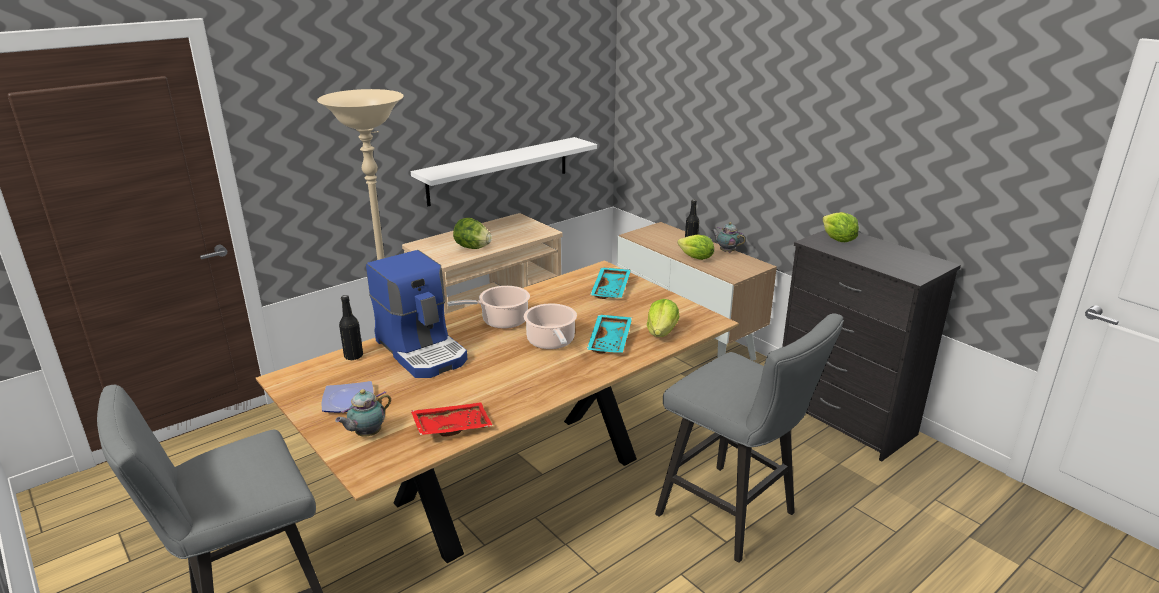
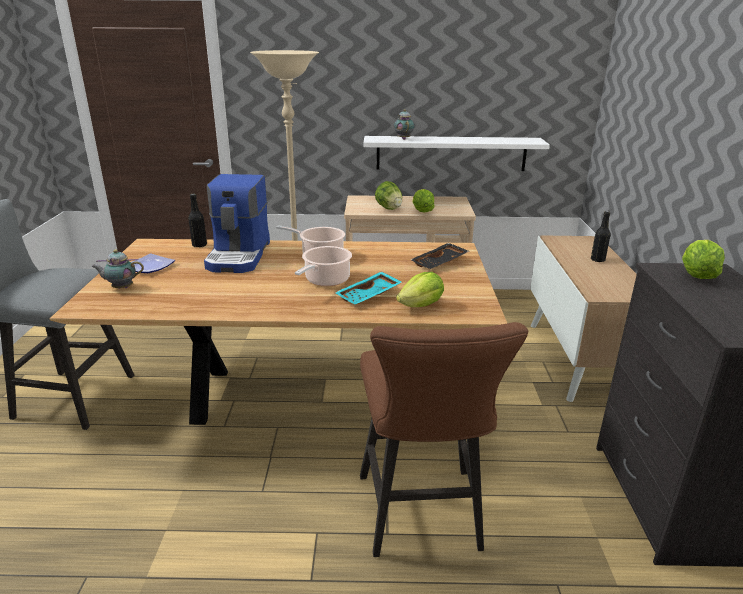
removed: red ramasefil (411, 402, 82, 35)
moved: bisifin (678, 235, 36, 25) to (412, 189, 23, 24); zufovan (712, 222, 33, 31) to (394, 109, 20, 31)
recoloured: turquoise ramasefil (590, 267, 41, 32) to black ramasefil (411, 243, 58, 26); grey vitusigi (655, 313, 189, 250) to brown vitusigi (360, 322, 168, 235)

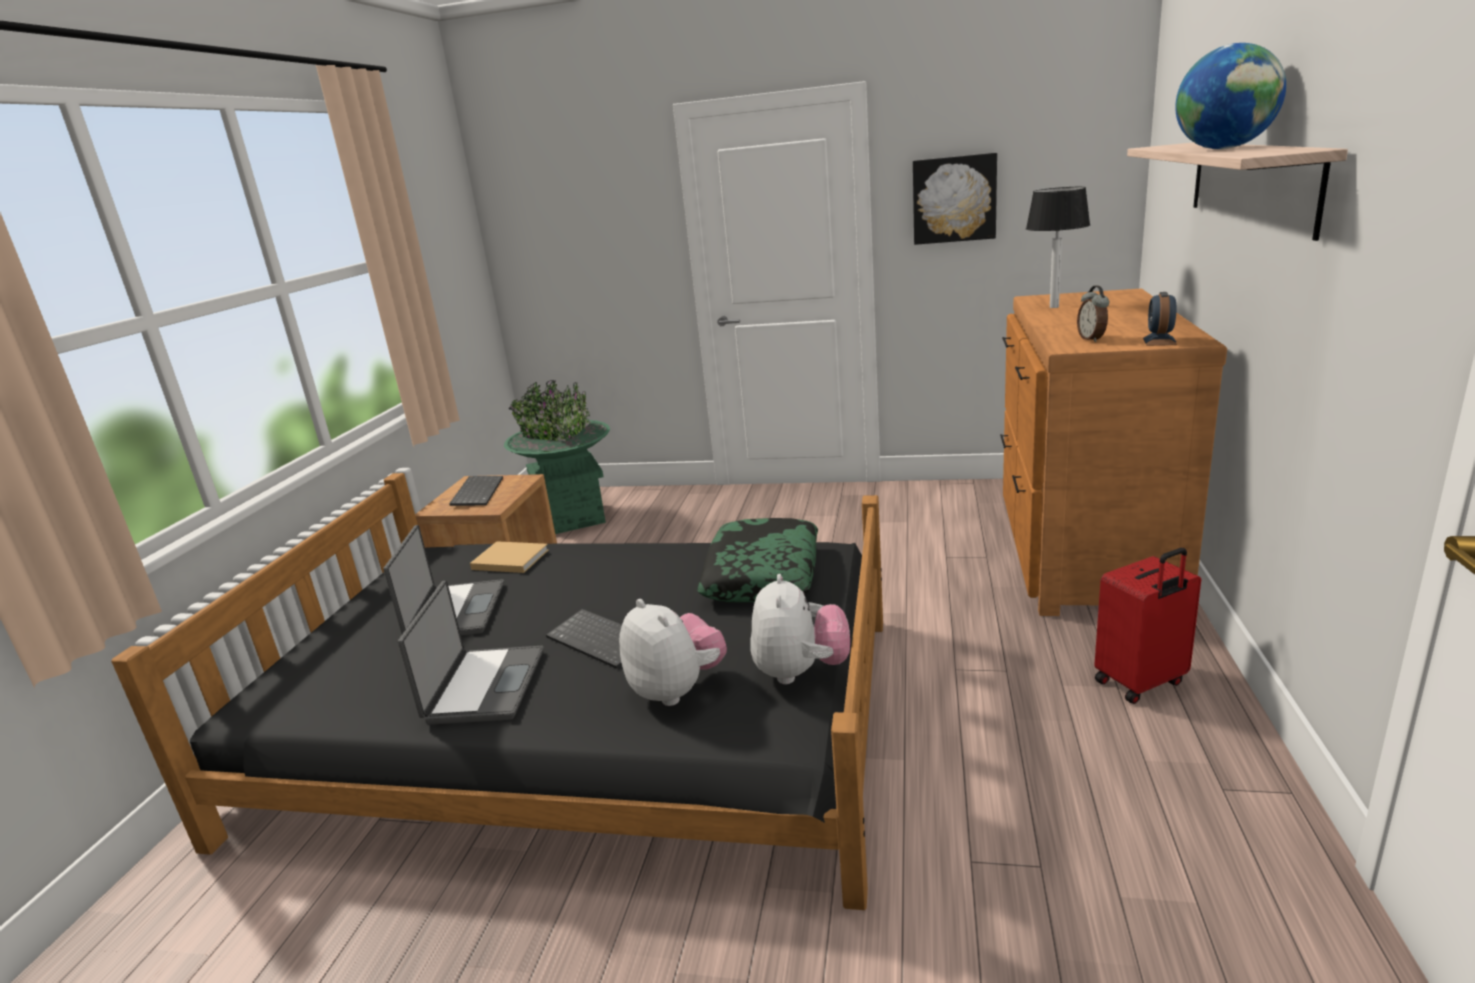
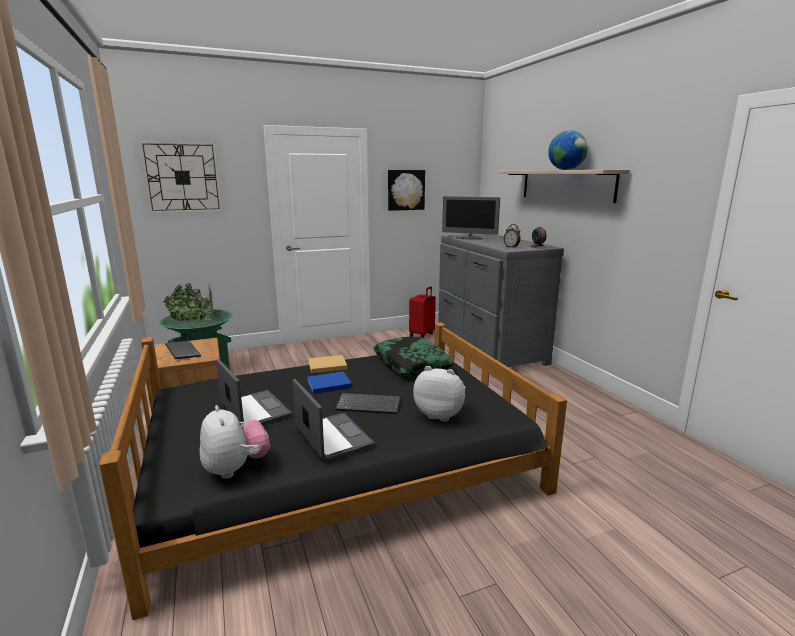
added: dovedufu (139, 141, 83, 73); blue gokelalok (307, 371, 45, 23)
moved: beige gokelalok (470, 541, 78, 32) to (308, 355, 39, 18); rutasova (751, 574, 99, 110) to (200, 405, 70, 74); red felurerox (1094, 548, 107, 156) to (409, 287, 27, 51)
replaced: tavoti (1026, 187, 64, 121) to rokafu (442, 196, 58, 44)
recoloured: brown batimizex (1000, 288, 227, 328) to grey batimizex (438, 234, 126, 133)

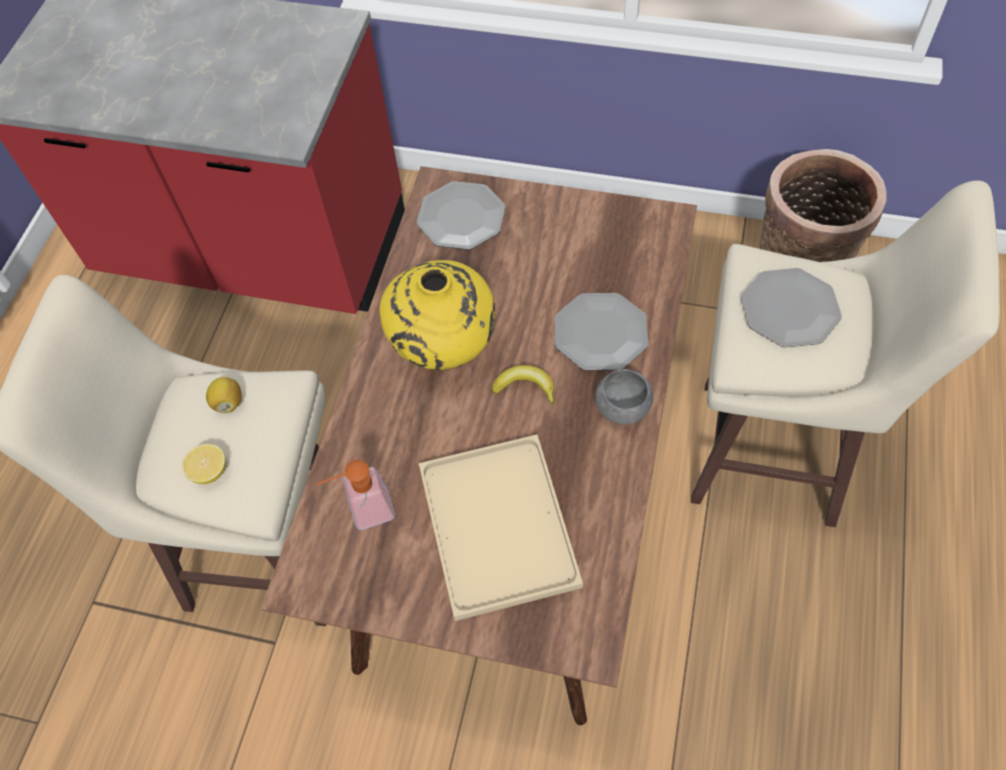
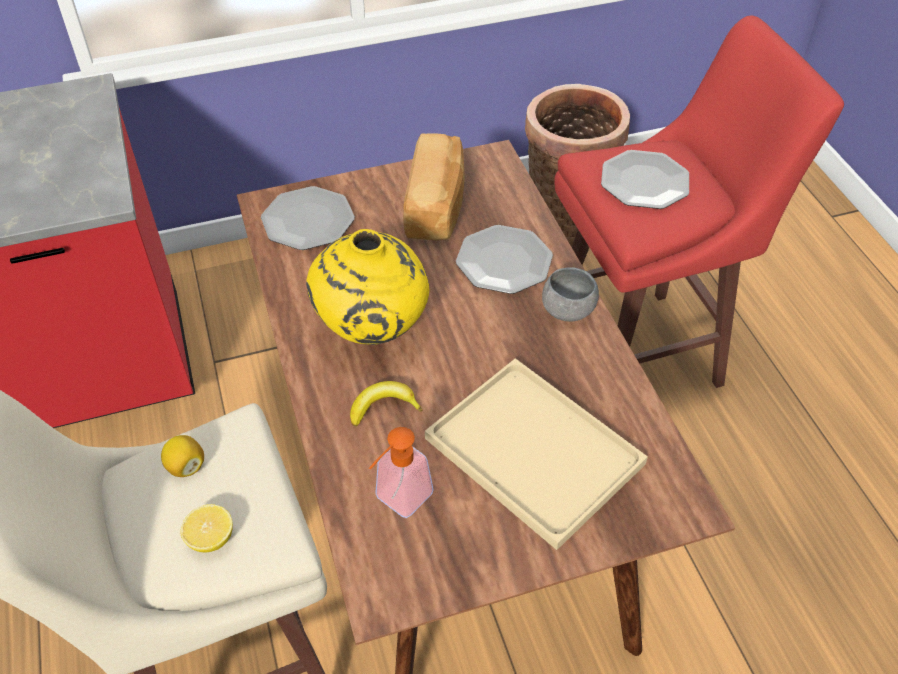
added: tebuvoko (403, 133, 61, 107)
moved: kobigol (492, 365, 62, 41) to (350, 381, 72, 45)
recoloured: beige vitusigi (691, 180, 309, 347) to red vitusigi (554, 15, 290, 373)

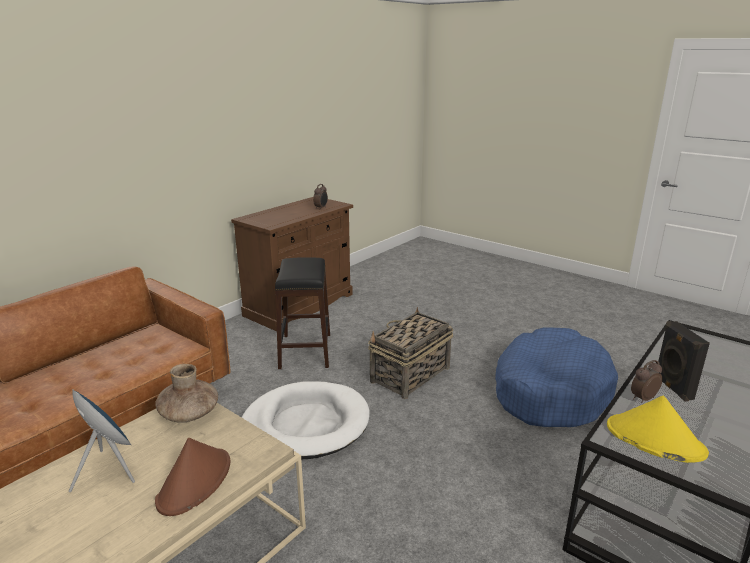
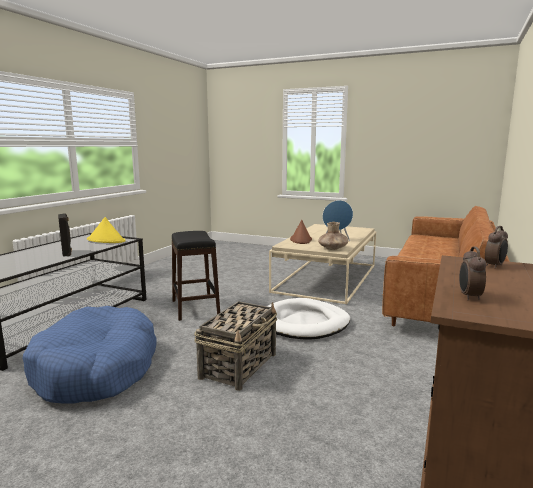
moved: black vitusigi (275, 257, 55, 112) to (172, 231, 48, 90); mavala (631, 360, 32, 43) to (485, 226, 23, 43)

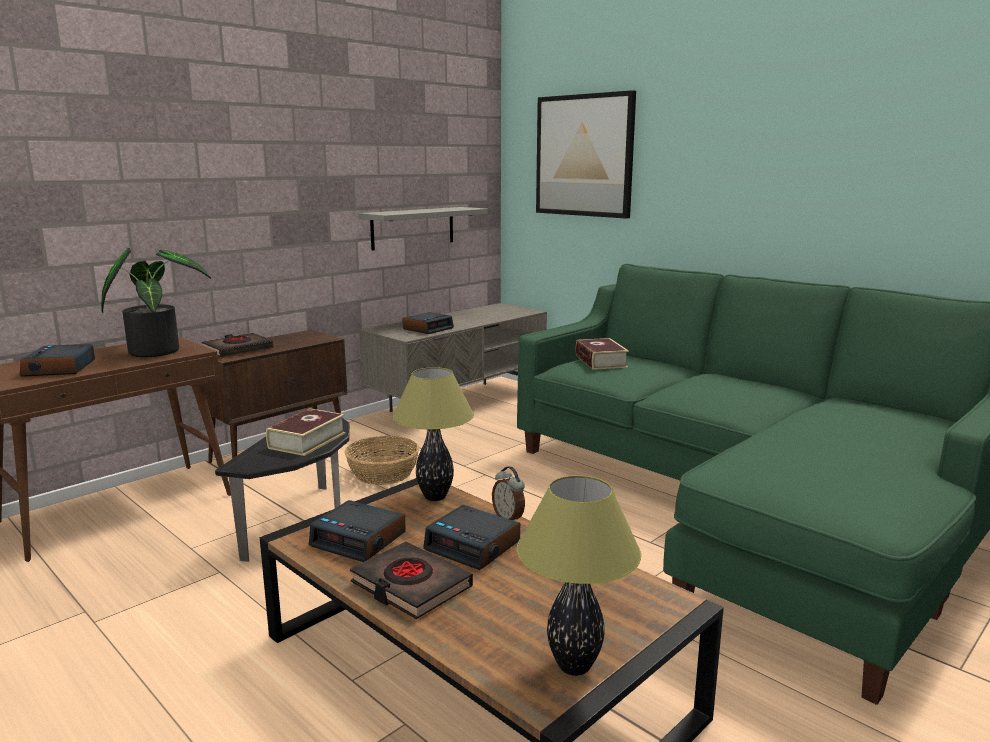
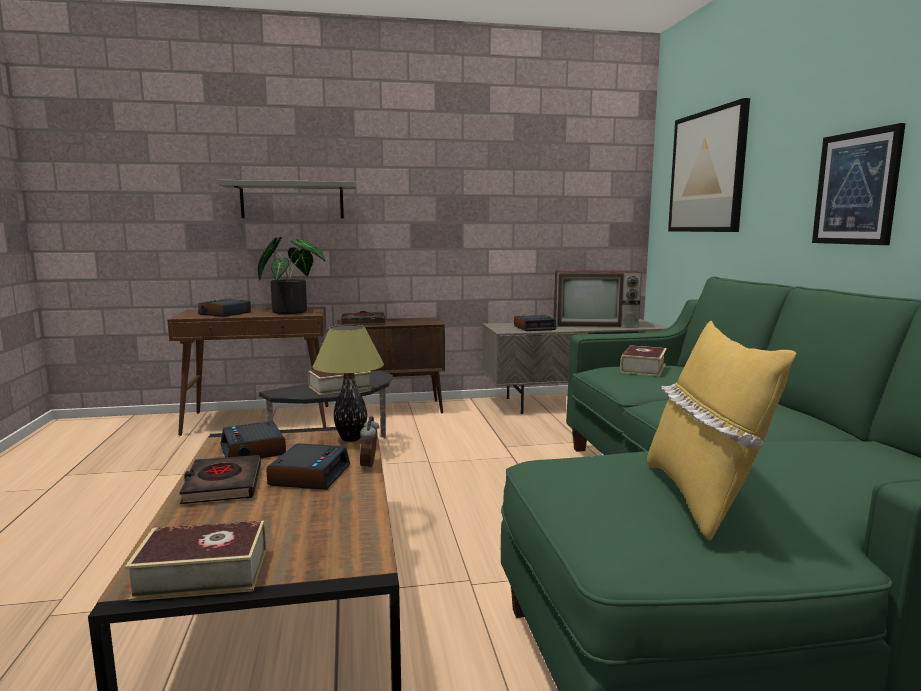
removed: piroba (345, 436, 74, 49)
added: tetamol (554, 270, 88, 58); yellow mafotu (647, 321, 149, 220); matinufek (812, 123, 94, 122)
moved: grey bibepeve (358, 207, 130, 44) to (218, 180, 138, 39)
replaced: tavoti (517, 475, 124, 201) to gokelalok (125, 521, 141, 80)
turned: mavala (423, 505, 97, 65) = (266, 443, 84, 47) 150 degrees counterclockwise

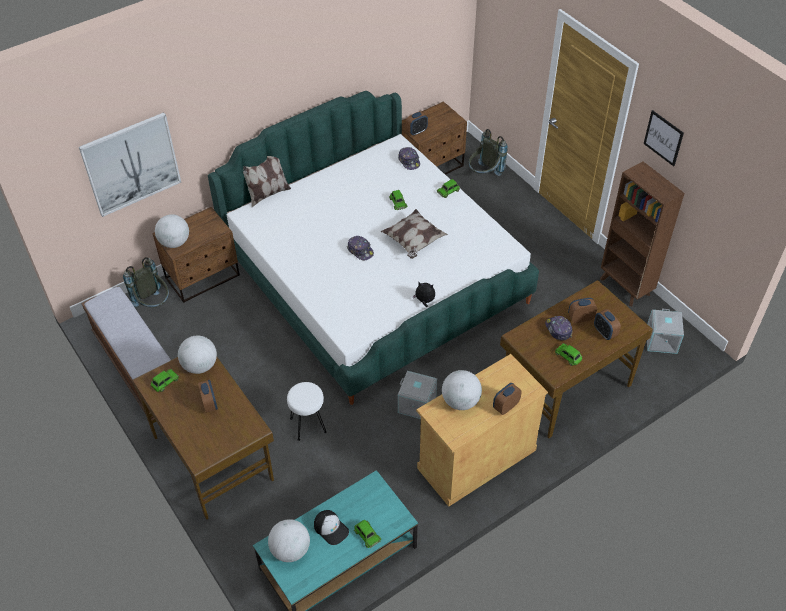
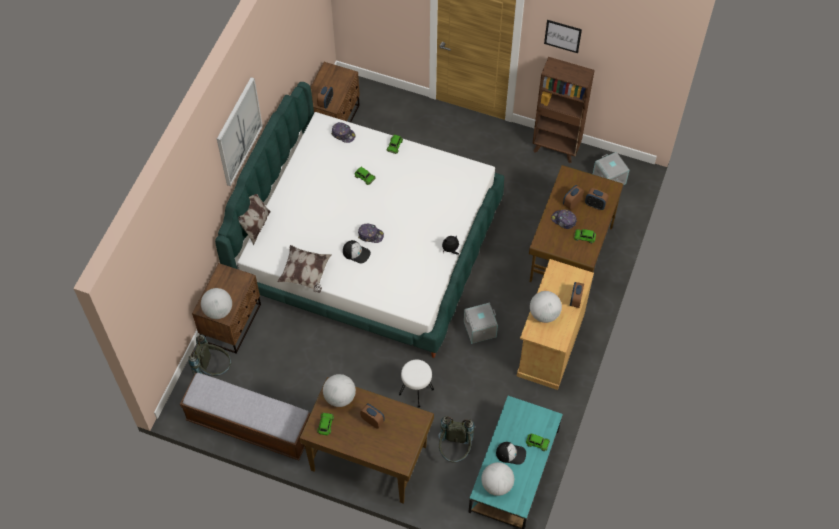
added: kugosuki (343, 240, 28, 23)
moved: matinufek (79, 112, 102, 105) to (217, 77, 46, 109); mafotu (381, 209, 67, 50) to (277, 245, 55, 48); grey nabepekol (469, 129, 39, 47) to (438, 416, 37, 47)

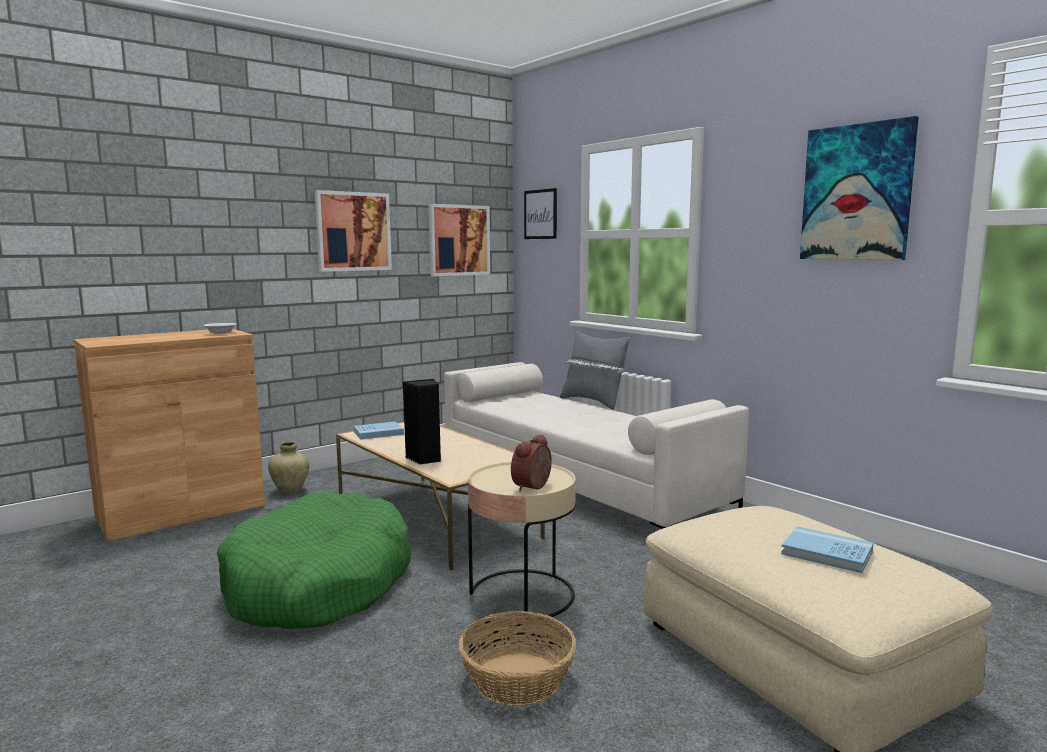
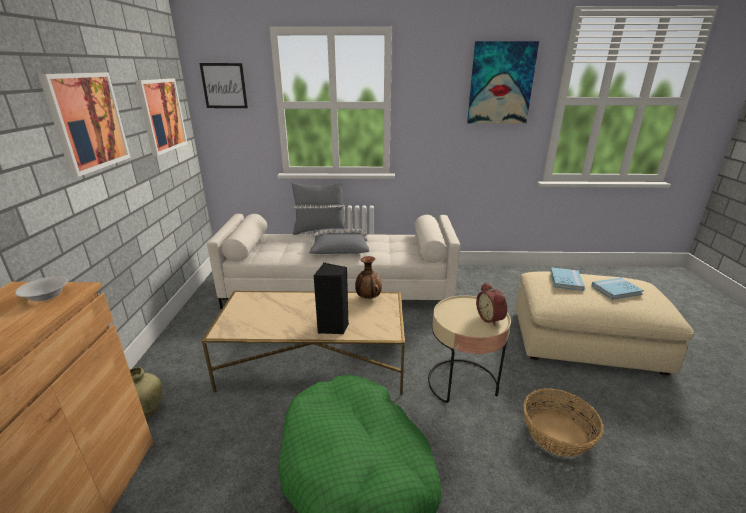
added: grey mafotu (309, 228, 60, 26); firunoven (355, 256, 27, 43)
moved: blue gokelalok (354, 422, 50, 18) to (550, 267, 35, 24)

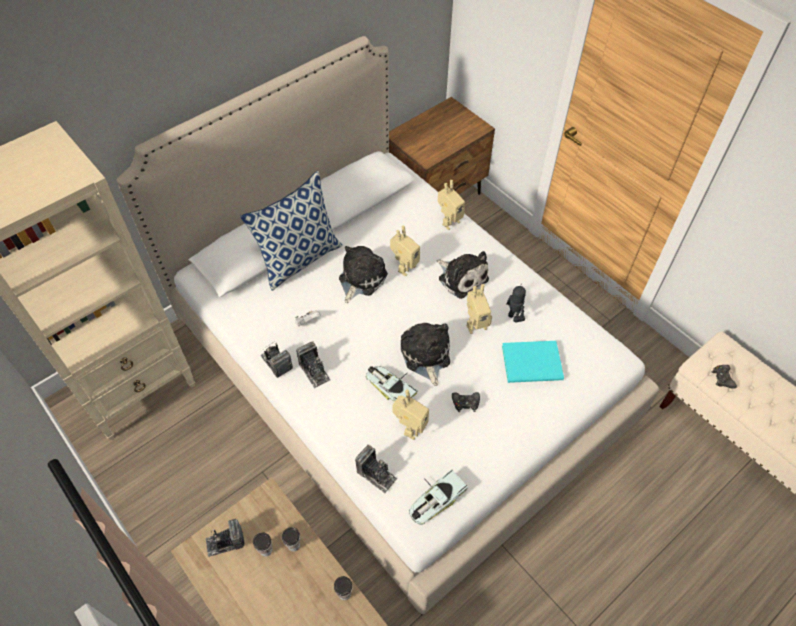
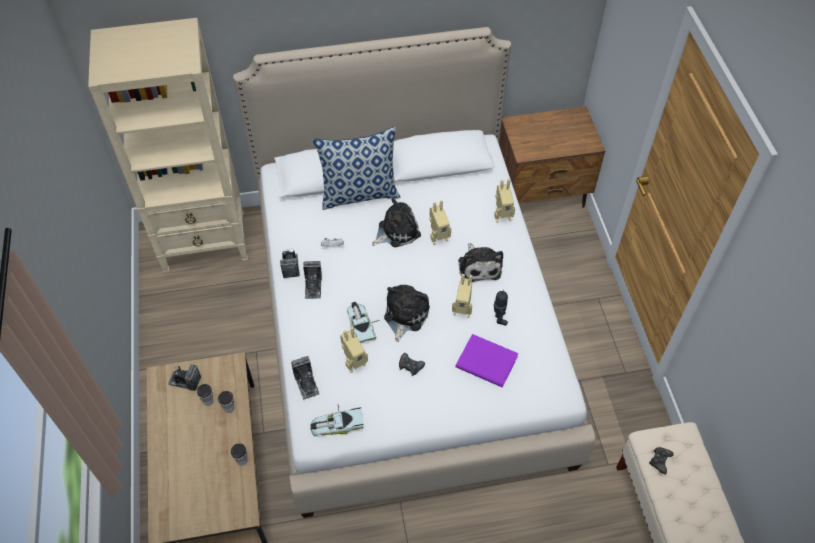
recoloured: turquoise gokelalok (502, 341, 62, 42) to purple gokelalok (455, 334, 64, 53)

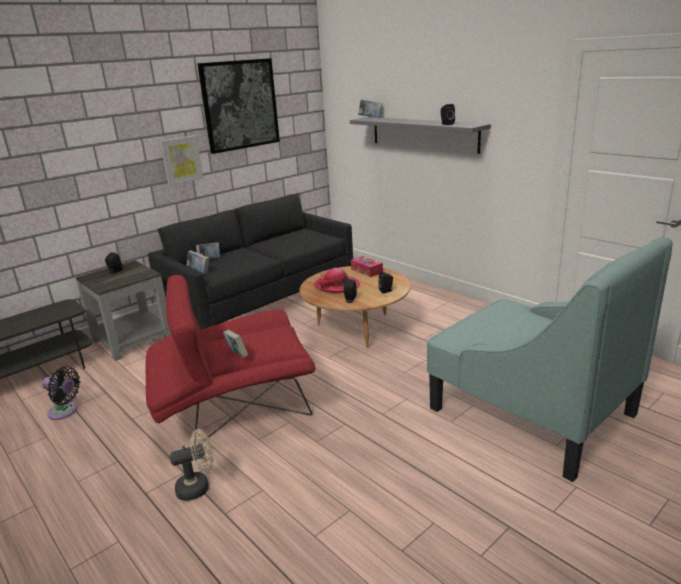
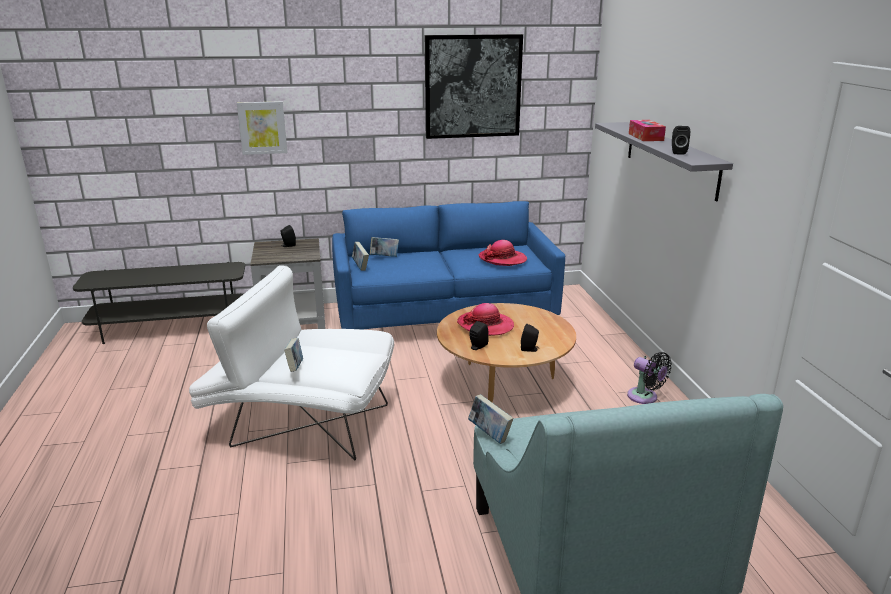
removed: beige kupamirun (170, 429, 44, 72)
added: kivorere (479, 240, 48, 26)
moved: black kupamirun (42, 366, 38, 54) to (627, 352, 45, 52); matinufek (160, 135, 43, 51) to (237, 101, 50, 54); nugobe (351, 256, 32, 21) to (629, 120, 37, 21); gokelalok (358, 100, 25, 18) to (468, 394, 45, 50)
recoloured: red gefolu (146, 275, 170, 171) to white gefolu (189, 265, 205, 195); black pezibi (148, 194, 205, 136) to blue pezibi (332, 201, 233, 129)

